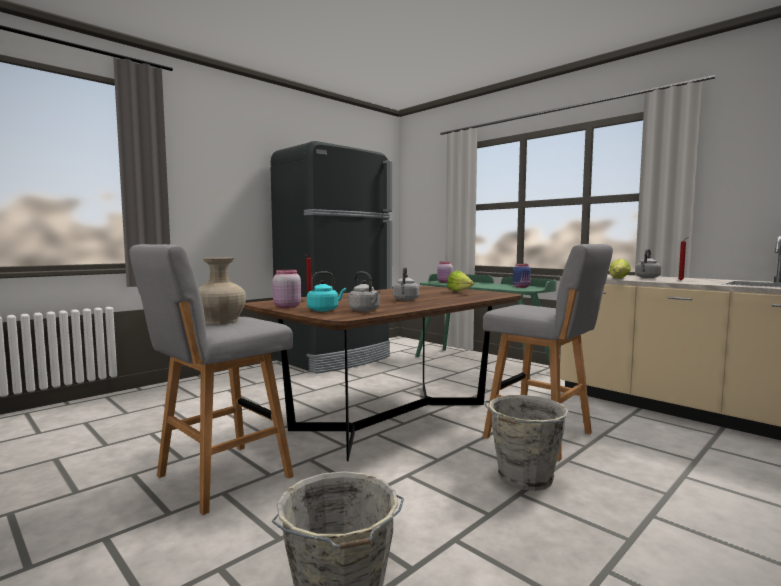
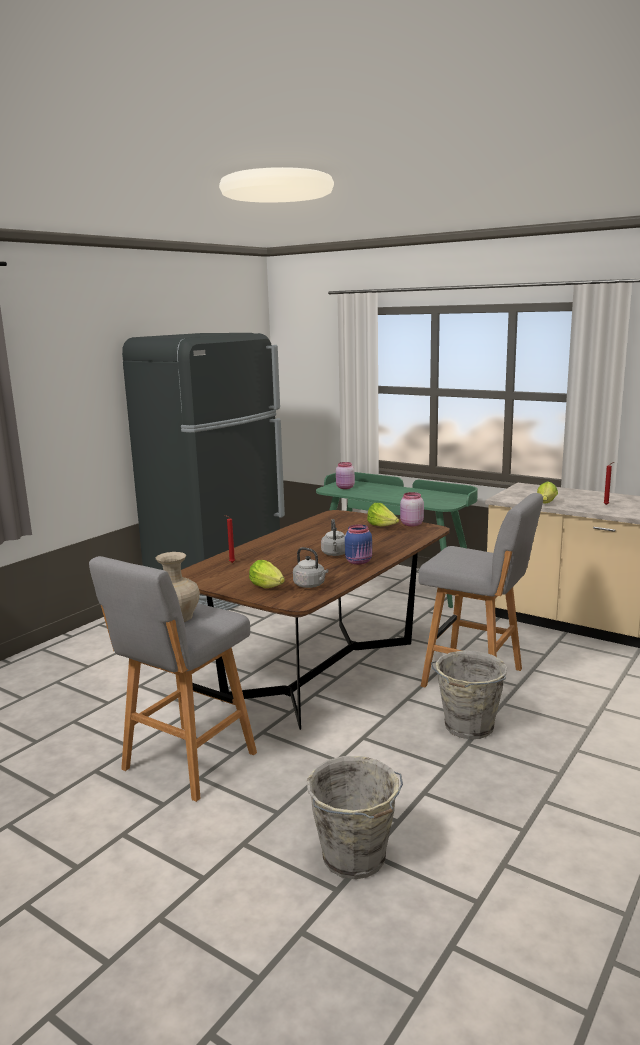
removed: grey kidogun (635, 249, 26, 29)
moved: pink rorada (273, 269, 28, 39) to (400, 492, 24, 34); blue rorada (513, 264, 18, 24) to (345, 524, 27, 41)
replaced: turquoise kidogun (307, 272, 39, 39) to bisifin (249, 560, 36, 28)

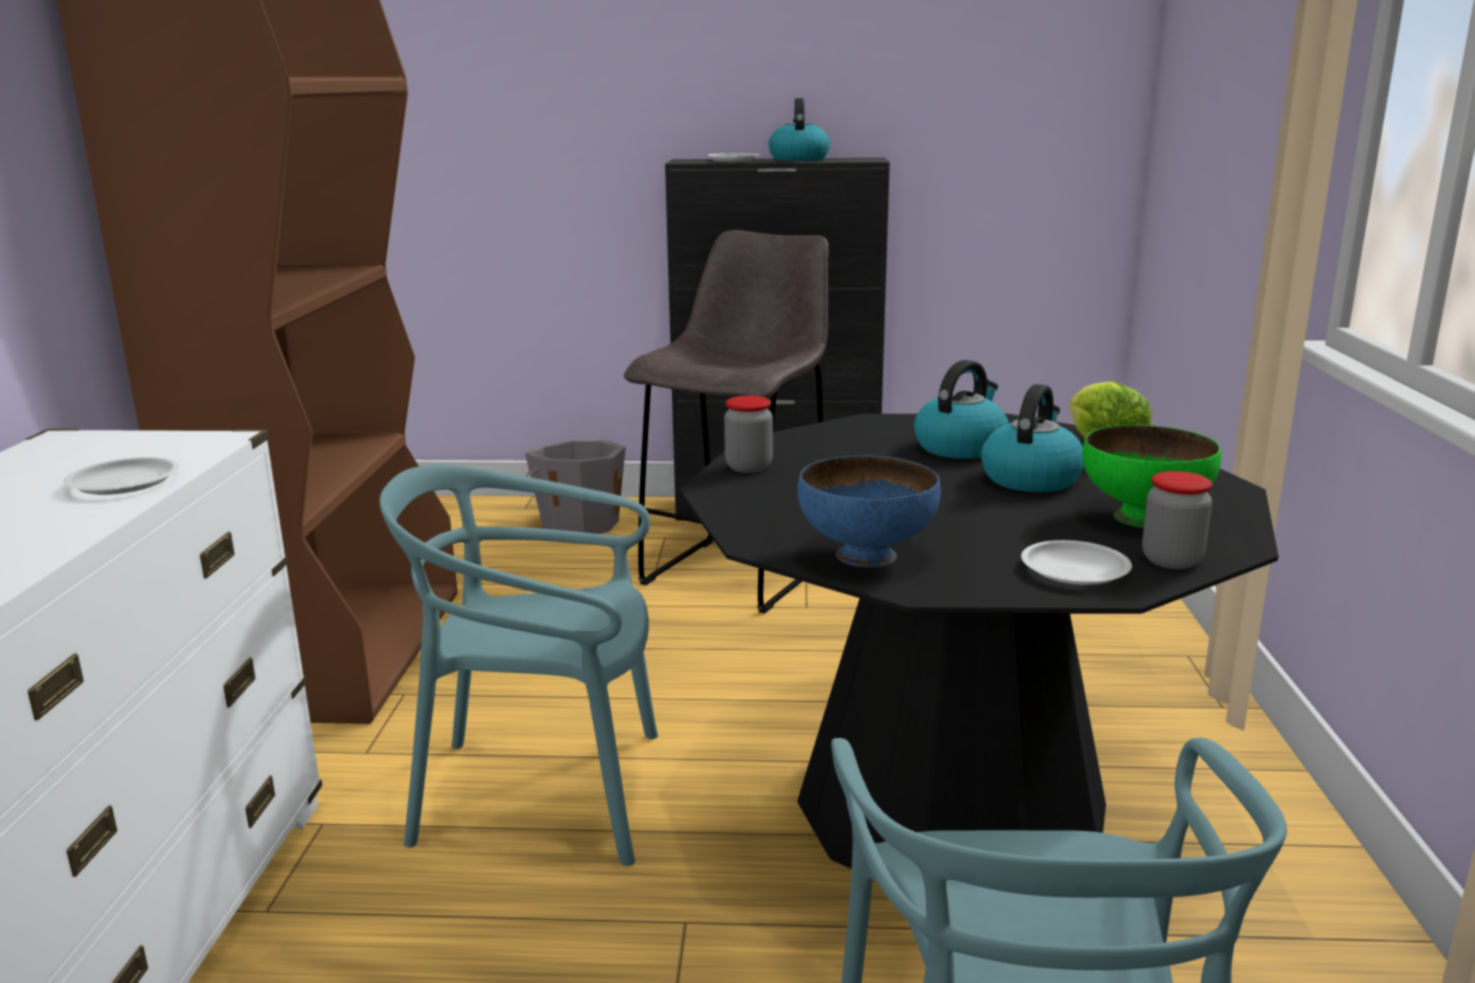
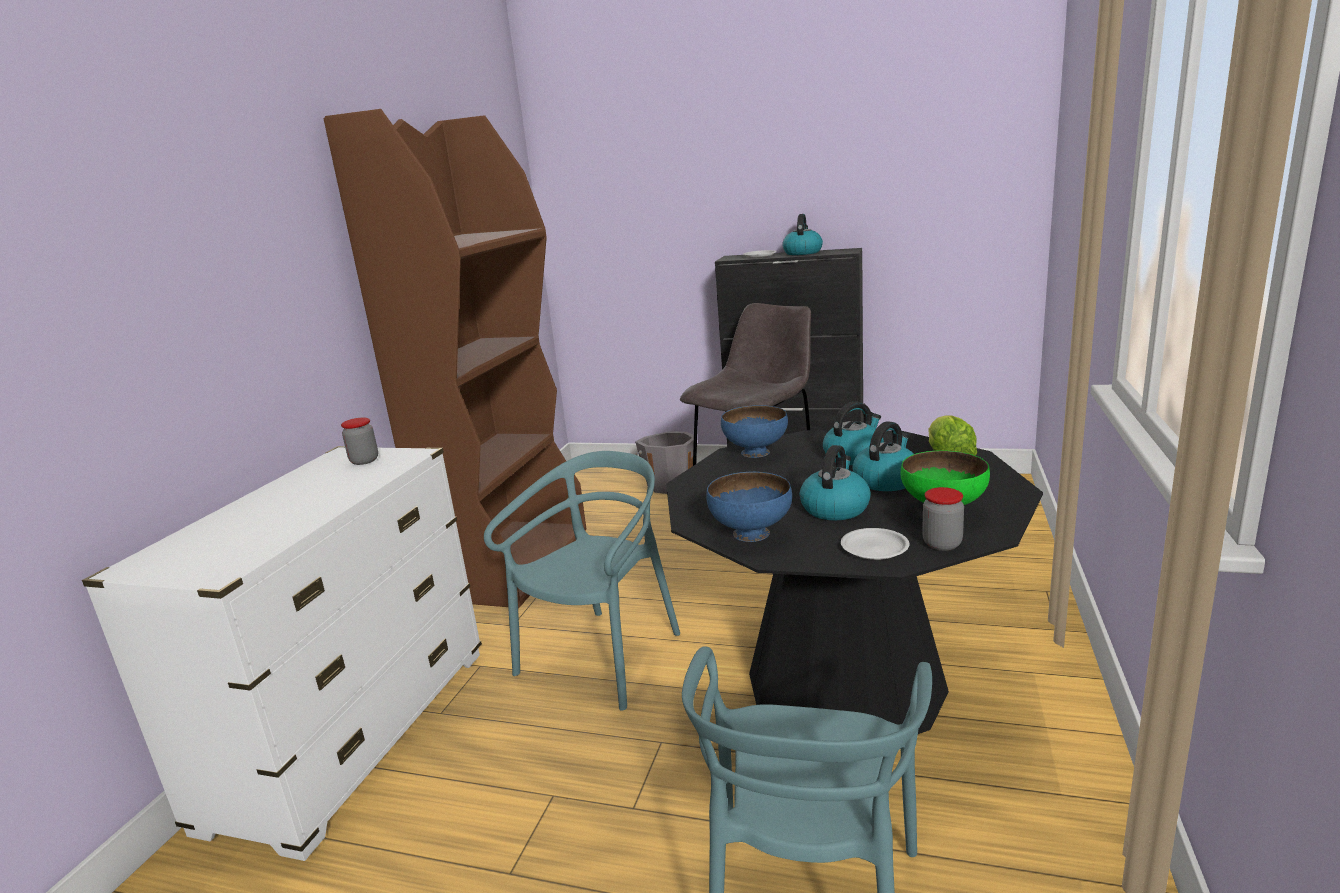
removed: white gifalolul (63, 457, 116, 38)
added: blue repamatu (721, 405, 67, 53); kidogun (800, 445, 71, 75)
moved: rorada (724, 396, 49, 77) to (341, 417, 37, 48)
turned: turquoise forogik (380, 465, 278, 401) = (484, 451, 196, 260) 105 degrees clockwise

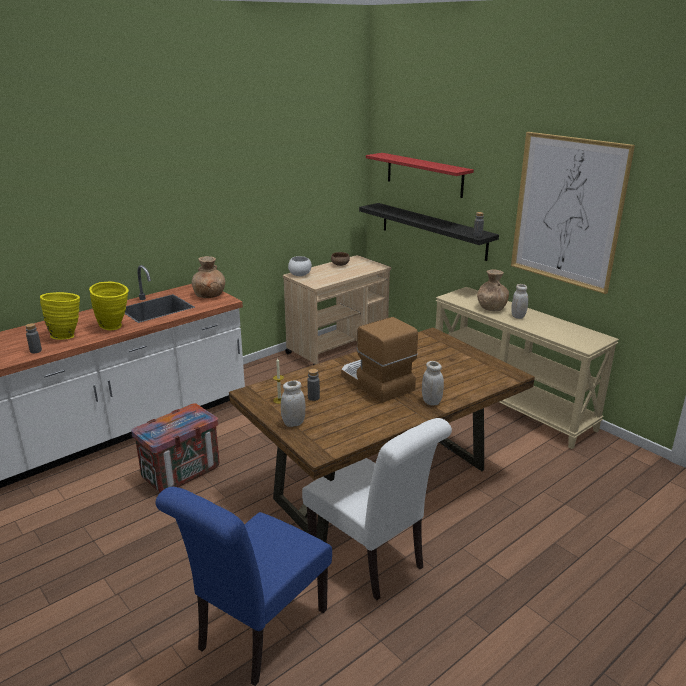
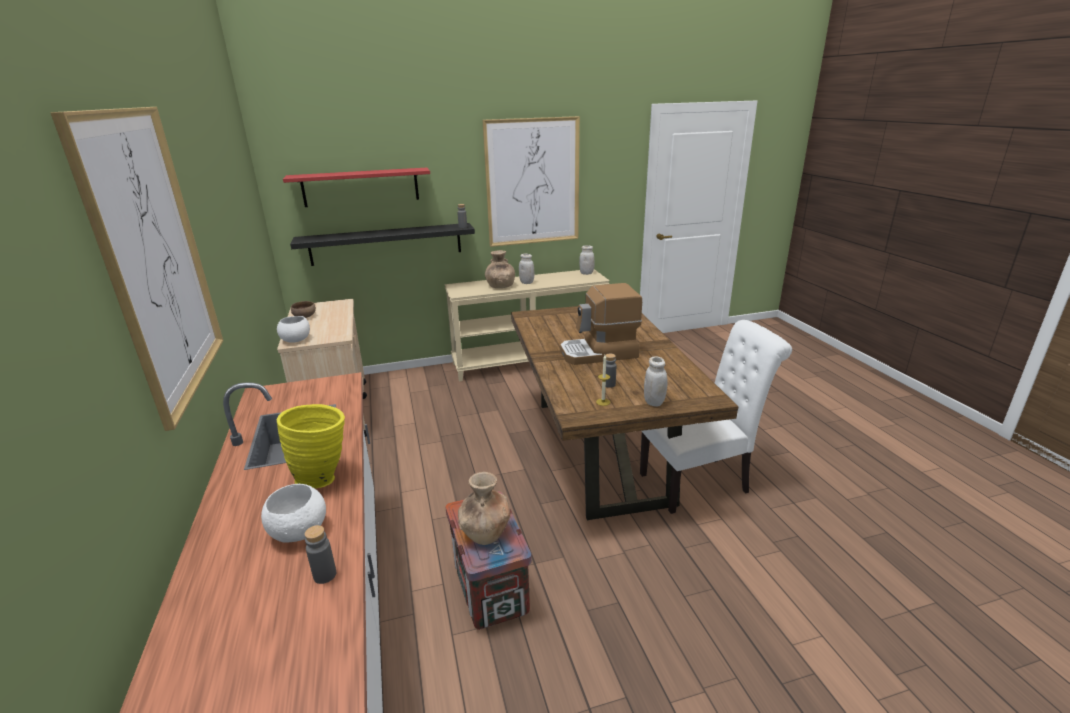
removed: blue forogik (156, 487, 176, 199)
added: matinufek (50, 107, 173, 324)
moved: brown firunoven (192, 256, 33, 42) to (458, 472, 52, 73); white rorada (422, 361, 22, 45) to (579, 245, 16, 30)
replaced: yellow firunoven (40, 292, 40, 48) to white repamatu (261, 484, 65, 59)

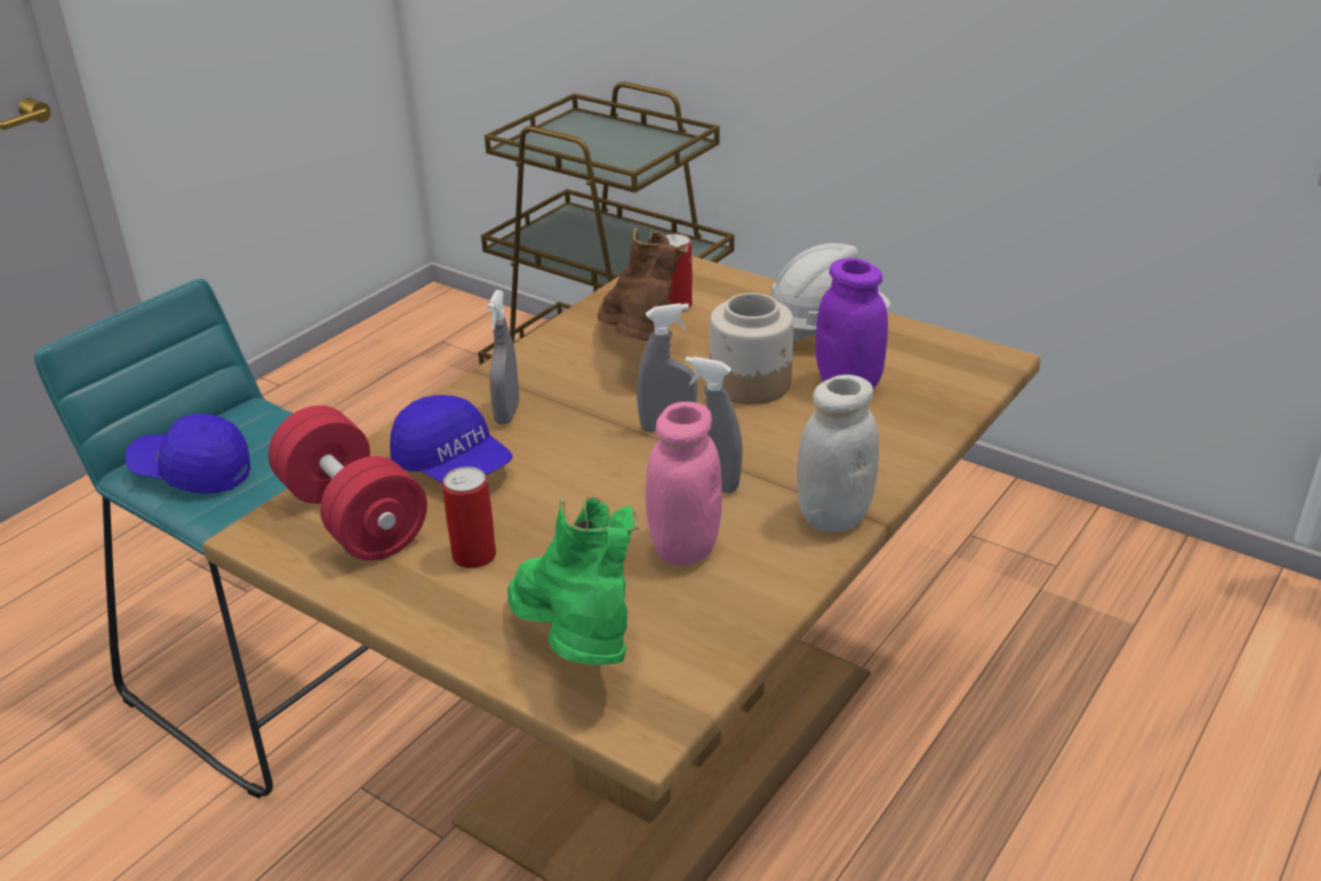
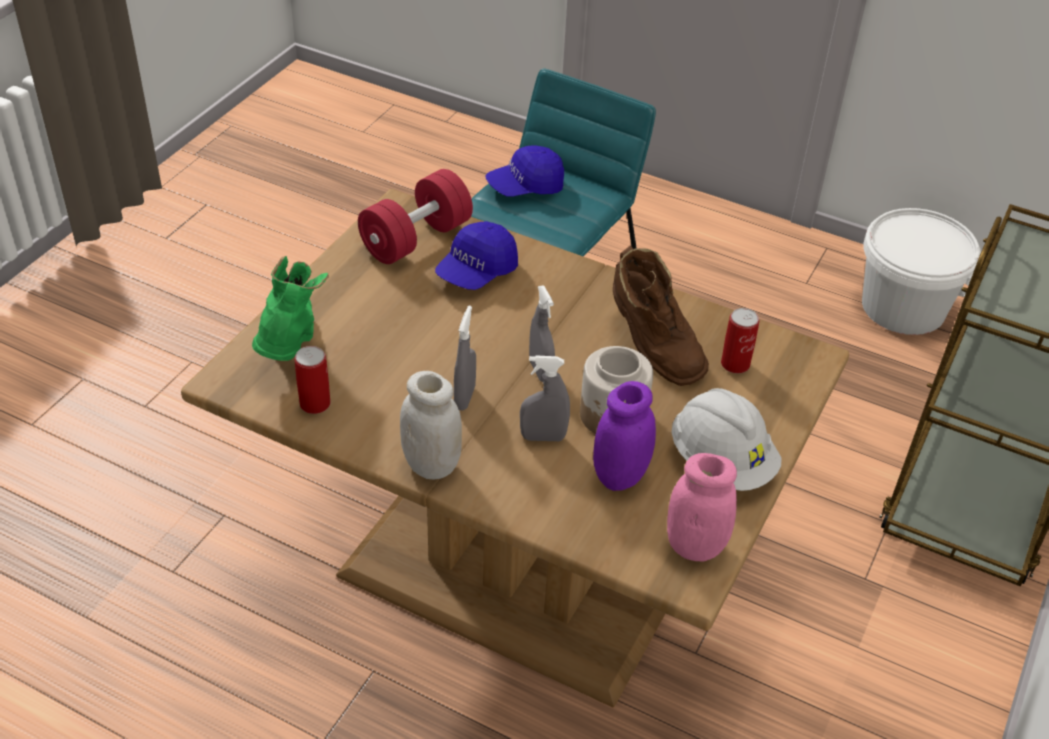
added: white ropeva (862, 208, 119, 127)
moved: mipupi (442, 467, 54, 101) to (295, 346, 36, 68); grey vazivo (487, 290, 32, 134) to (520, 356, 50, 85); pink rorada (646, 402, 76, 164) to (667, 453, 70, 109)
turned: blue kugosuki (125, 413, 125, 80) = (486, 146, 78, 51) 120 degrees counterclockwise; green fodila (508, 495, 131, 170) = (252, 256, 77, 105) 60 degrees counterclockwise; brown fodila (597, 228, 92, 113) = (613, 246, 96, 140) 75 degrees clockwise

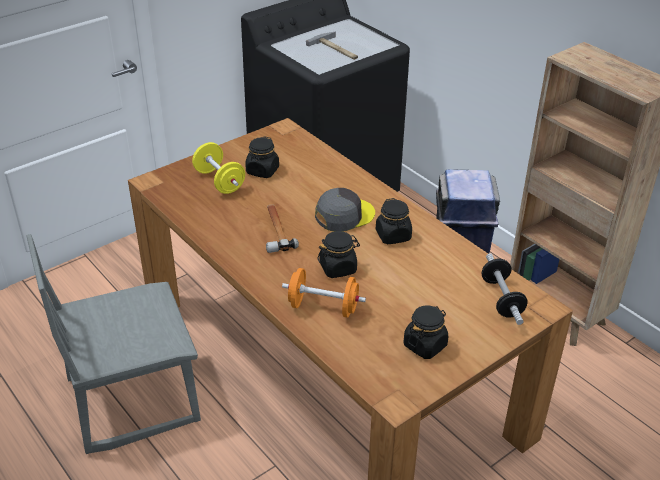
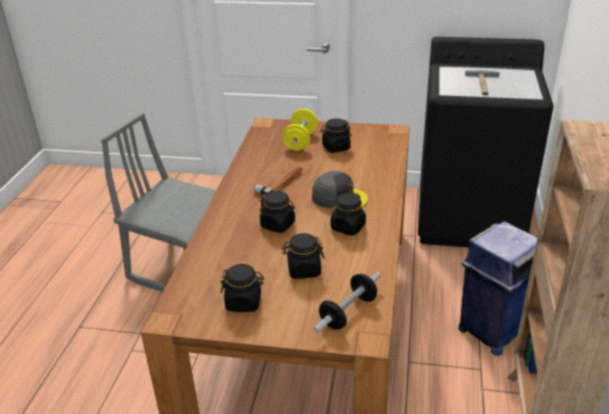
removed: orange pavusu (282, 268, 84, 50)
added: black rorada (282, 233, 43, 46)

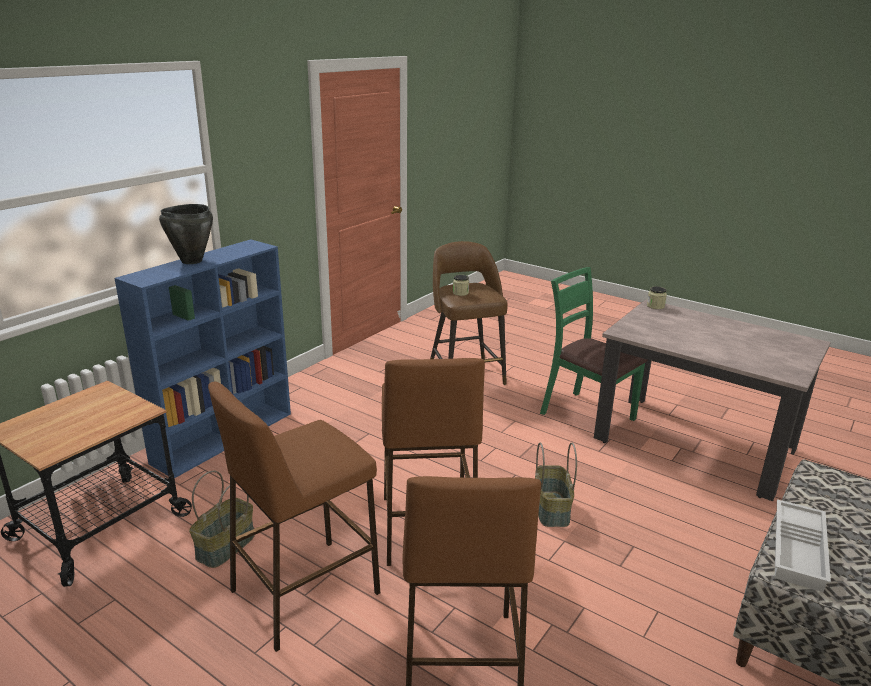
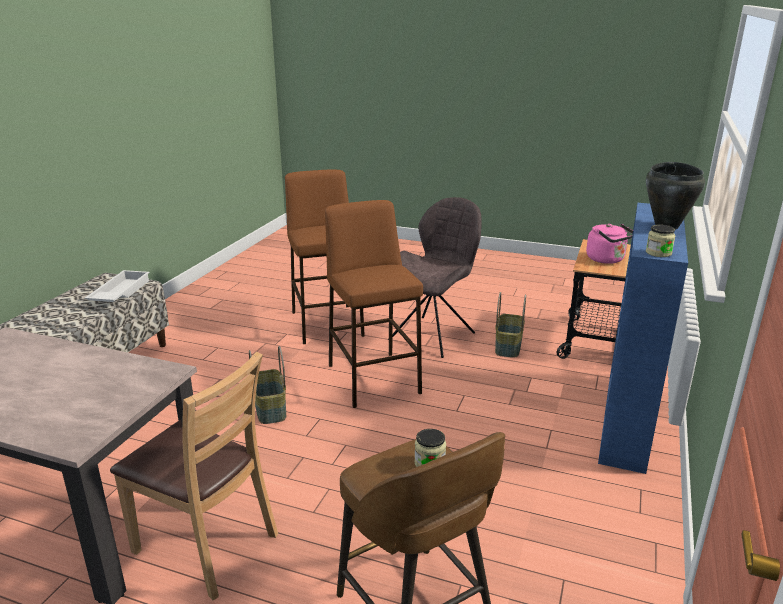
added: pink kidogun (586, 224, 47, 40)
moved: rorada (647, 286, 20, 23) to (646, 225, 29, 32)
replaced: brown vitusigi (208, 382, 172, 270) to grey forogik (388, 197, 94, 161)
recoloured: green forogik (540, 267, 108, 154) to brown forogik (110, 352, 168, 248)

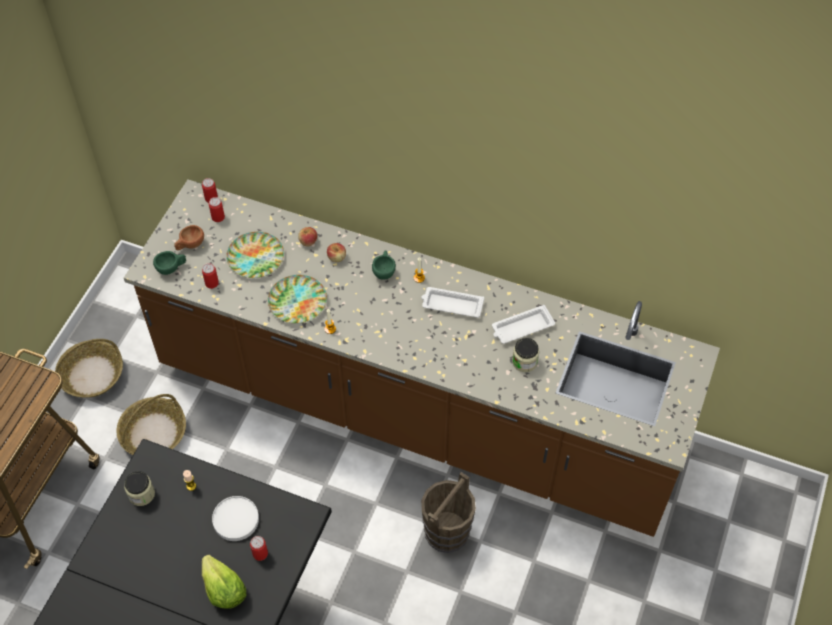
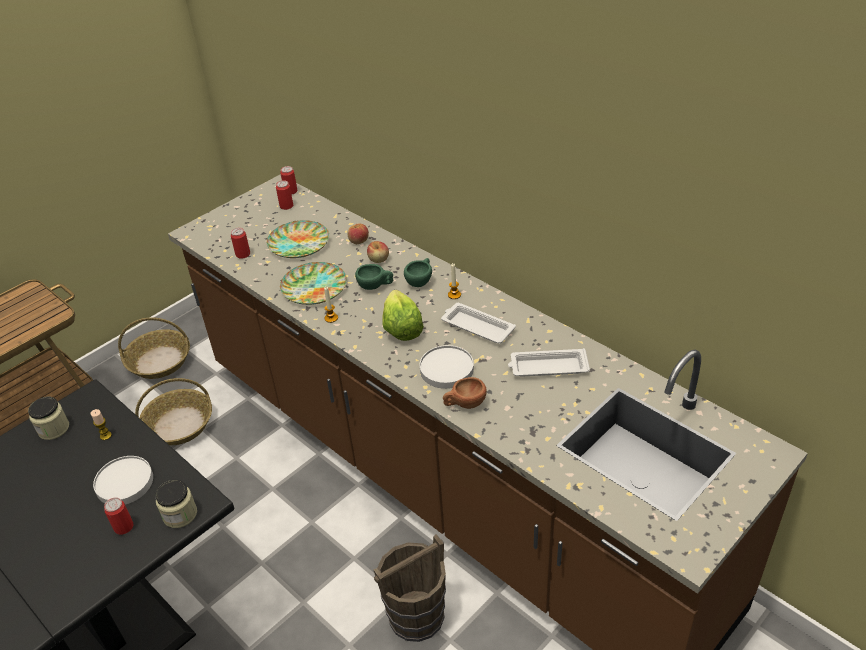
added: white gifalolul (420, 345, 54, 44)
moved: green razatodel (153, 251, 33, 24) to (355, 264, 38, 26); brown razatodel (174, 225, 30, 25) to (443, 377, 44, 32); bisifin (202, 555, 44, 53) to (382, 290, 42, 51); rorada (512, 338, 27, 34) to (155, 480, 42, 48)

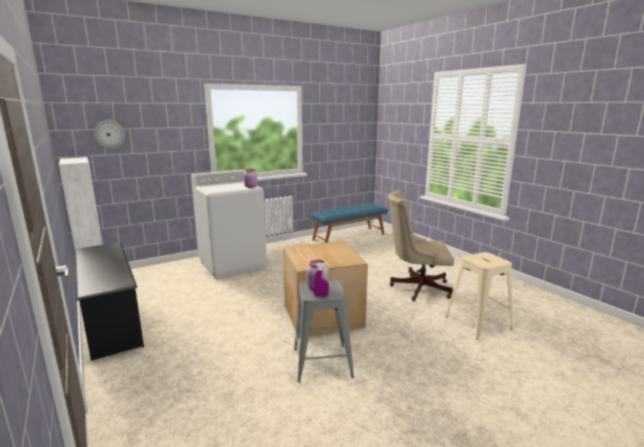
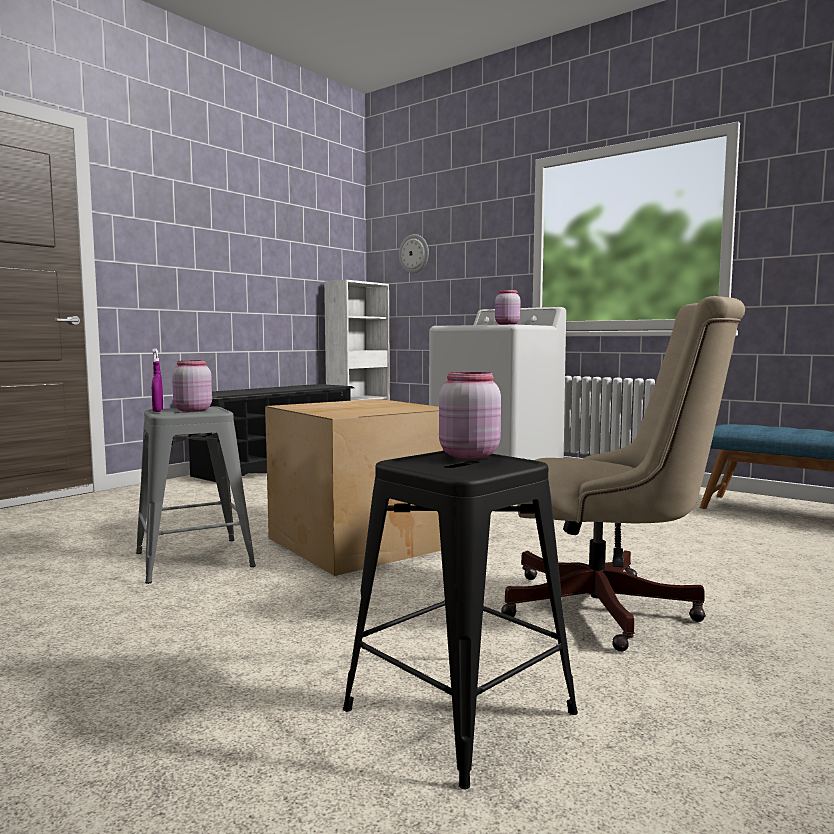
added: pink rorada (439, 372, 62, 87)
recoloured: beige vitusigi (445, 252, 68, 88) to black vitusigi (343, 451, 235, 338)
turned: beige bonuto (388, 190, 66, 111) = (501, 296, 244, 356) 120 degrees clockwise

